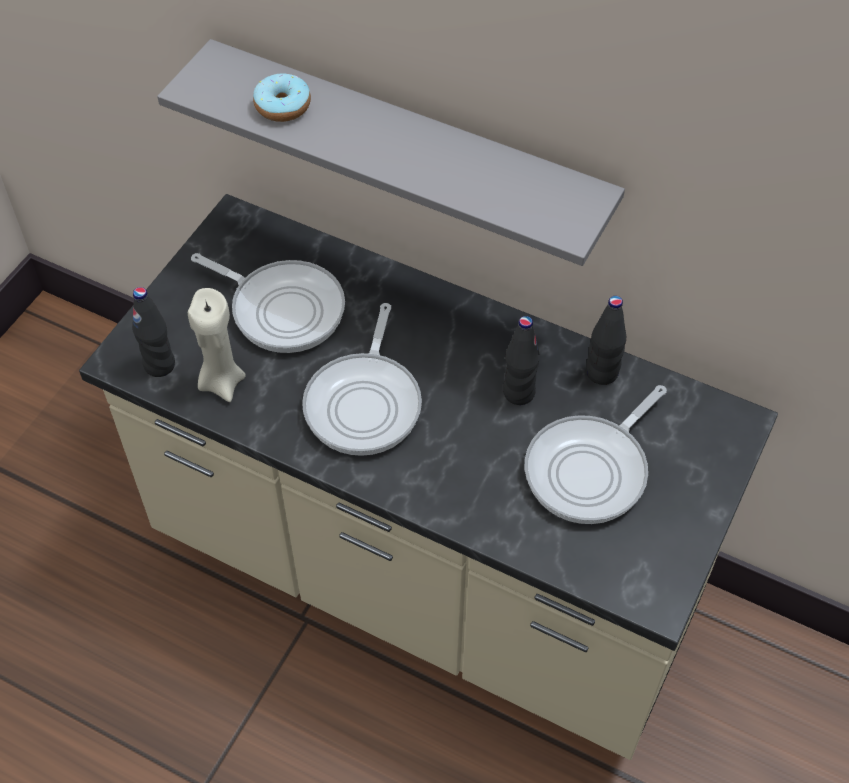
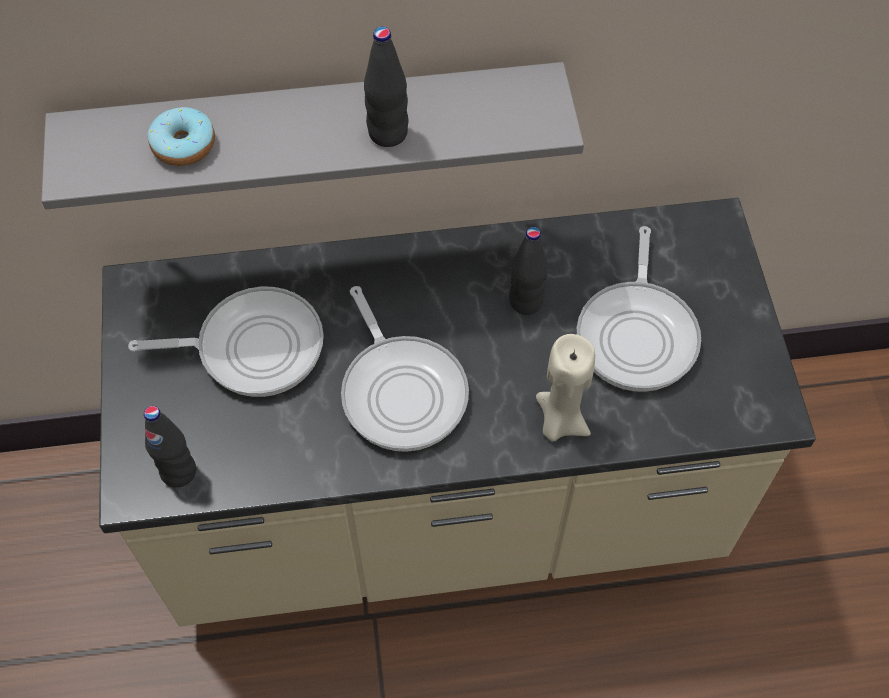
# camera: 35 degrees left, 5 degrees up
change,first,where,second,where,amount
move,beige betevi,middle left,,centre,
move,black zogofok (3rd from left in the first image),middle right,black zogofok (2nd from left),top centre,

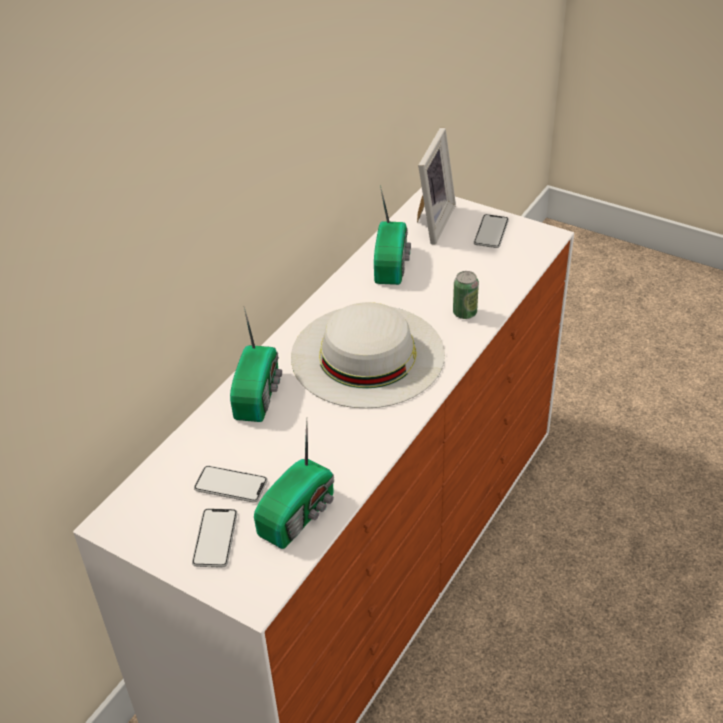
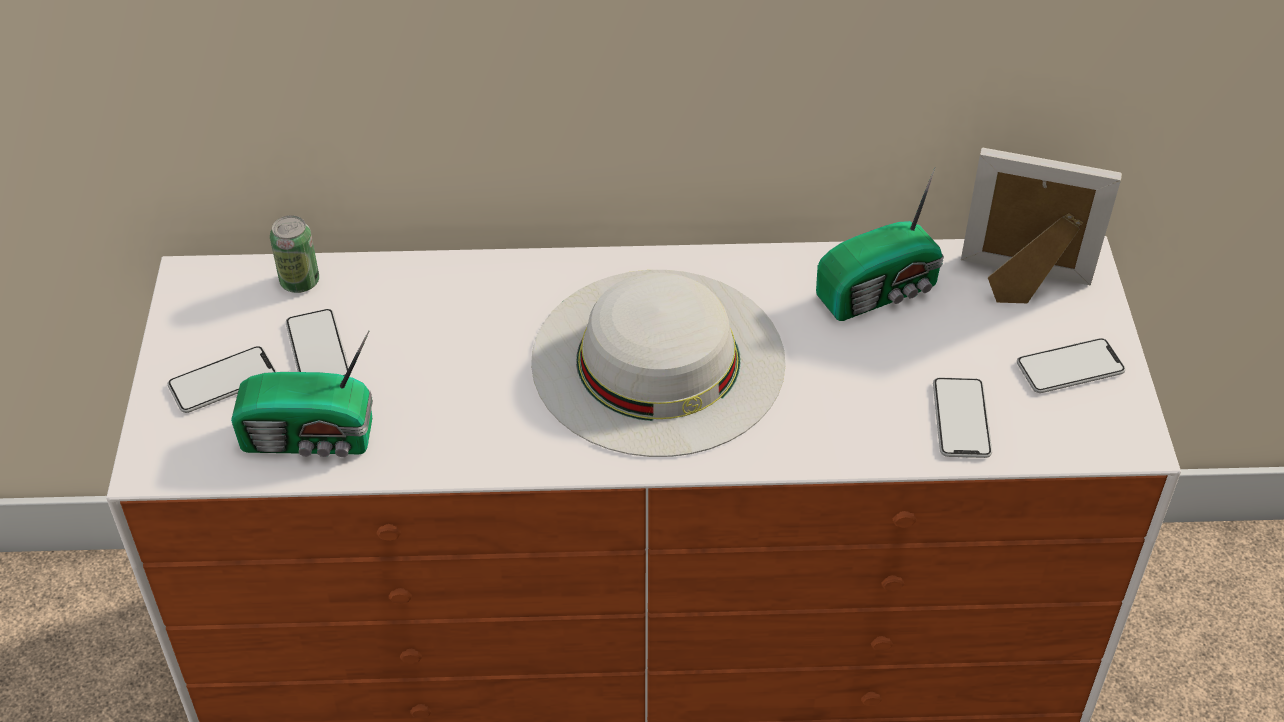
# camera: 55 degrees right, 5 degrees up
change,first,where,second,where,amount
delete,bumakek (1st from left),centre,,,
insert,,,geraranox (3rd from left),middle right,
move,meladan,centre,,middle left,
rotate,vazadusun,top centre,,top right,150 degrees counterclockwise

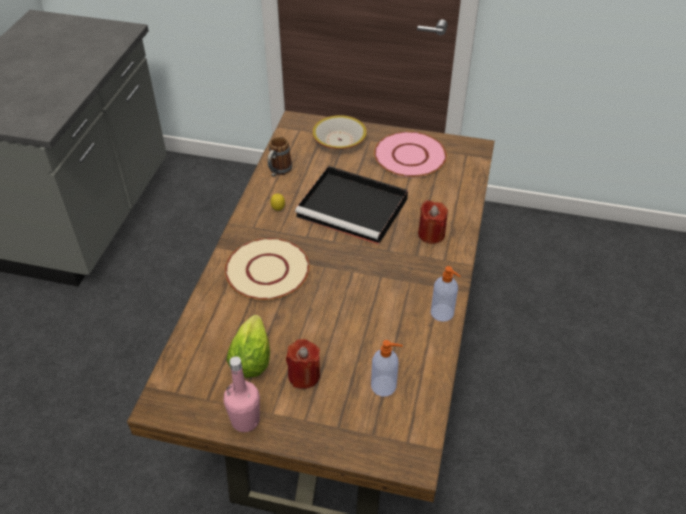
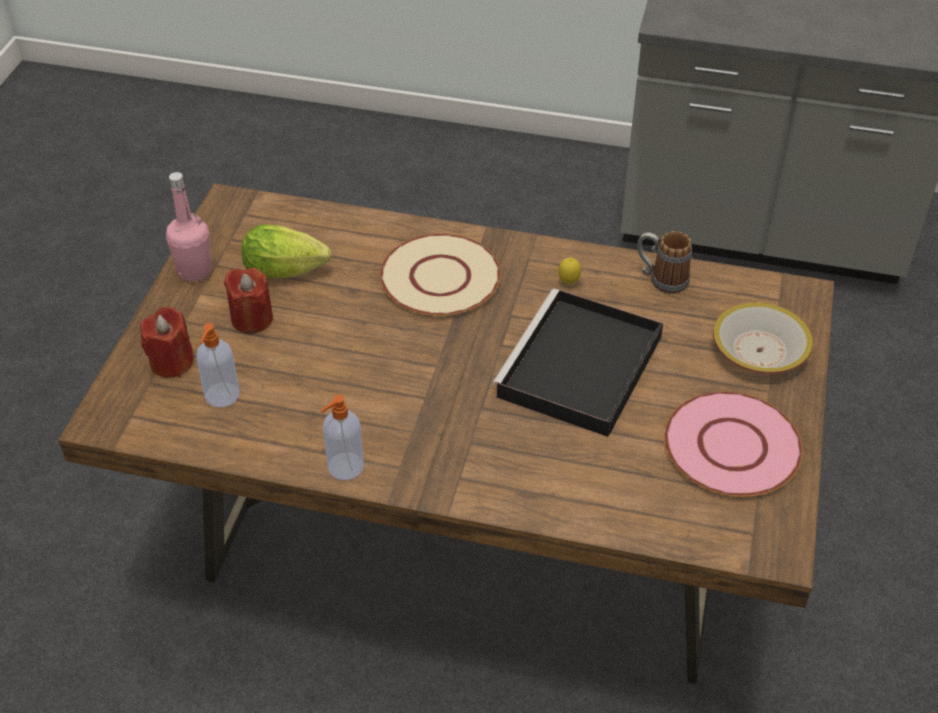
# camera: 90 degrees right, 0 degrees up
change,first,where,second,where,amount
move,red betevi (2nd from left in the first image),centre,red betevi (1st from left),middle left,

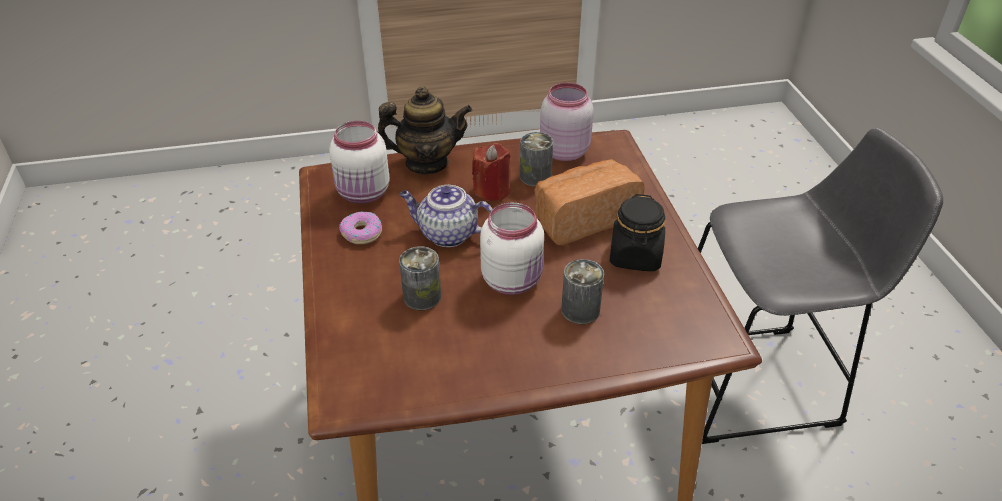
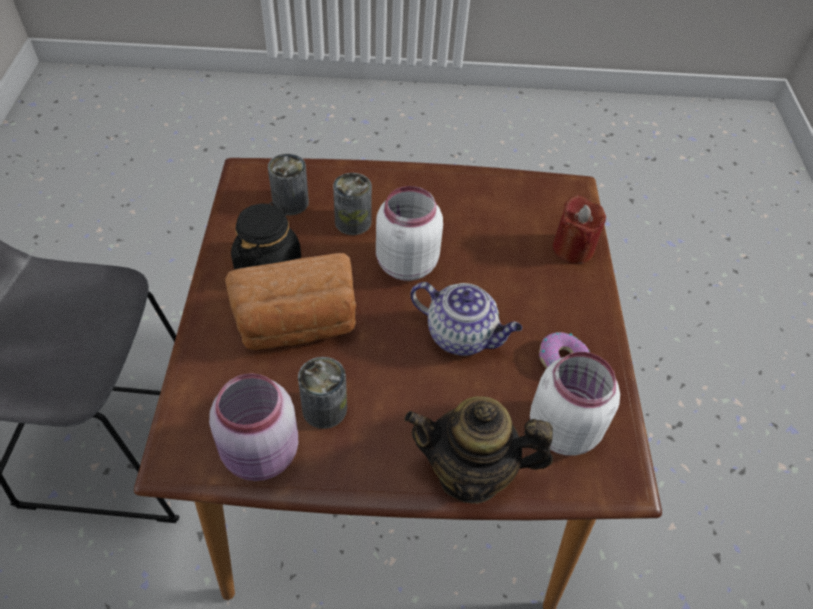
# camera: 170 degrees left, 10 degrees up
change,first,where,second,where,amount
move,meladan (1st from left),centre,,top centre,
move,red betevi,centre,,middle right,

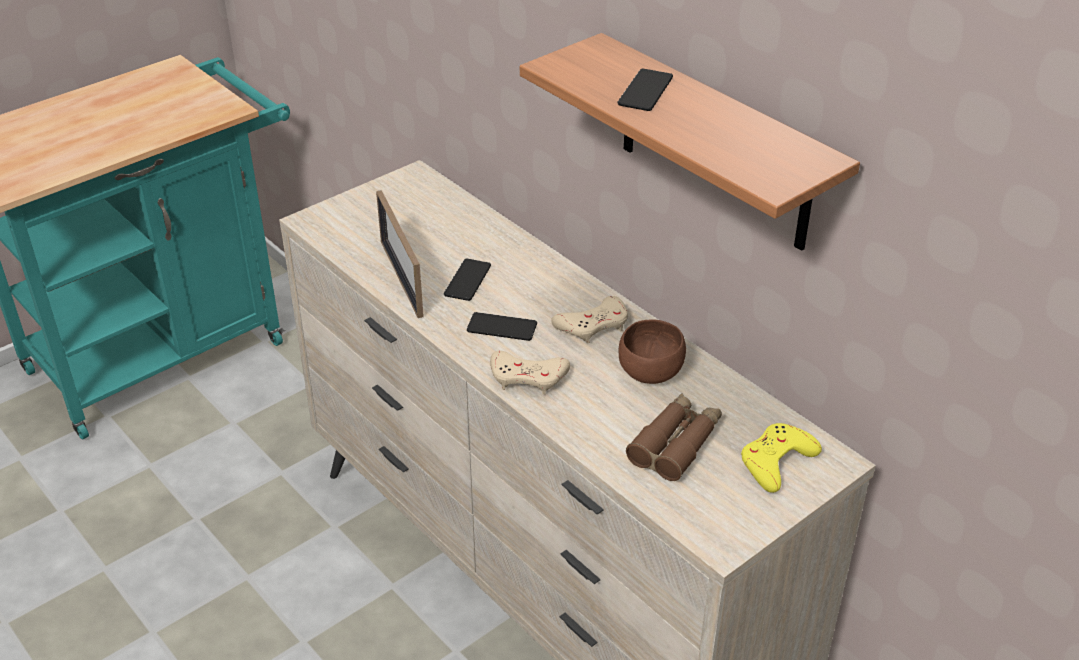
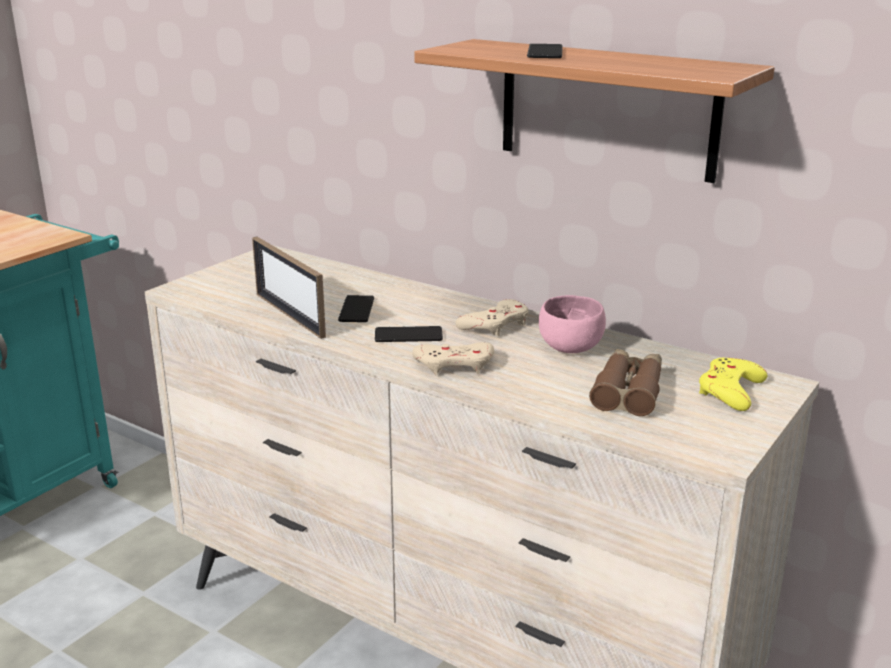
# camera: 15 degrees left, 15 degrees down
change,first,where,second,where,amount
recolor,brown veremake,centre,pink veremake,centre,

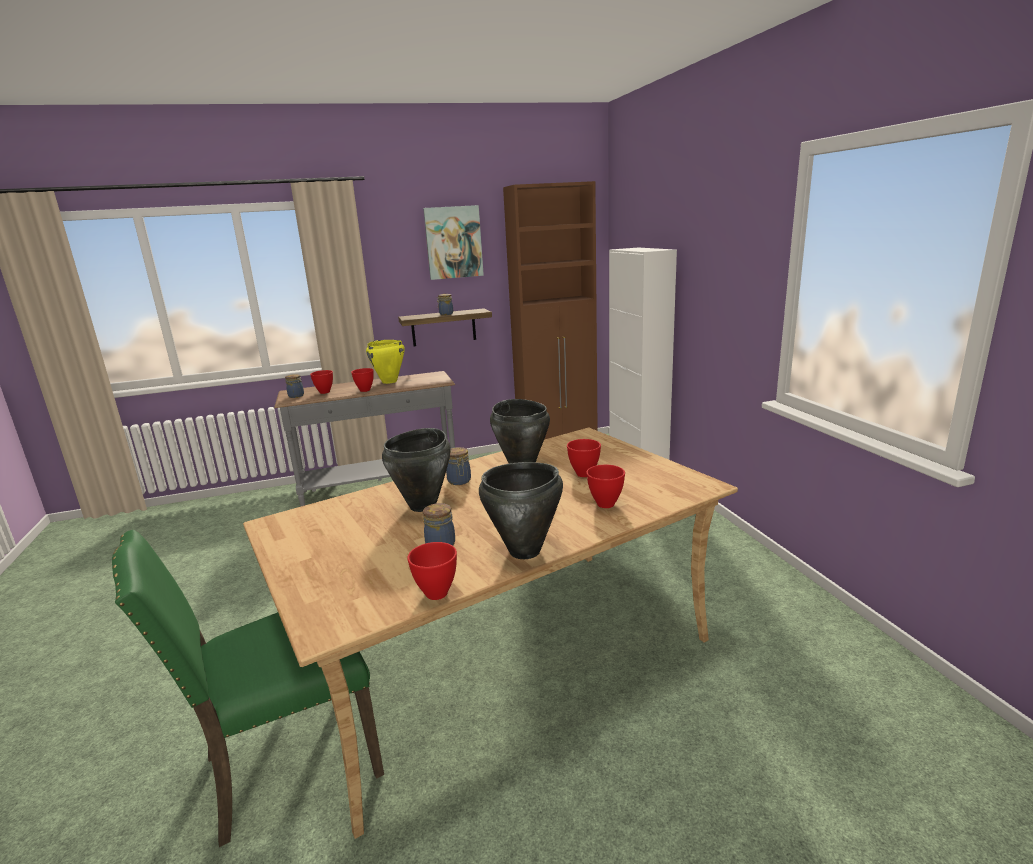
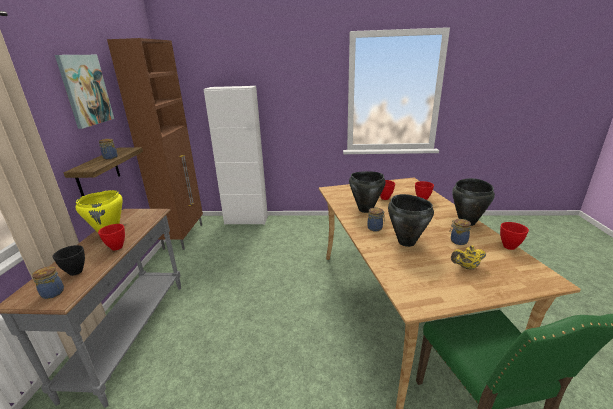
# camera: 70 degrees left, 5 degrees up
change,first,where,second,where,amount
insert,,,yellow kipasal,middle right,
recolor,red veremake (1st from left),middle left,black veremake,middle left,

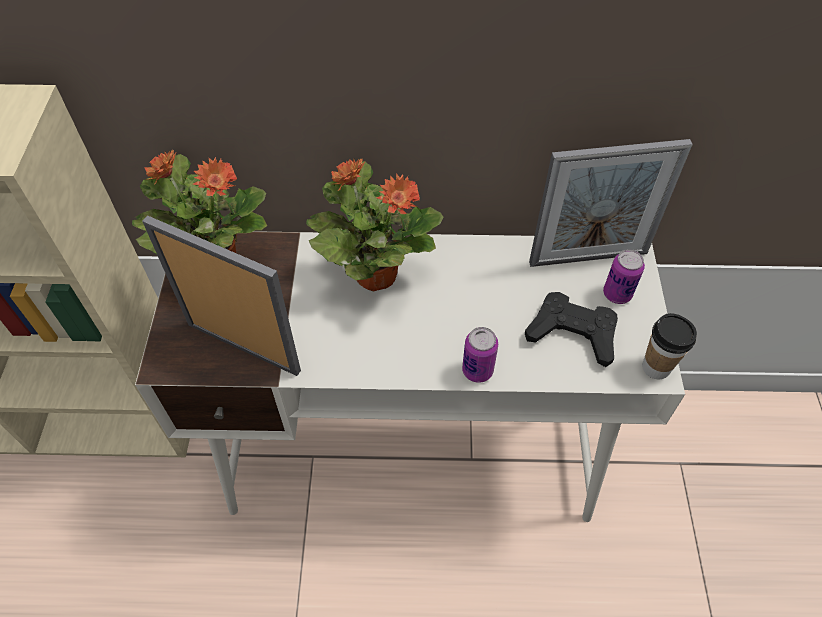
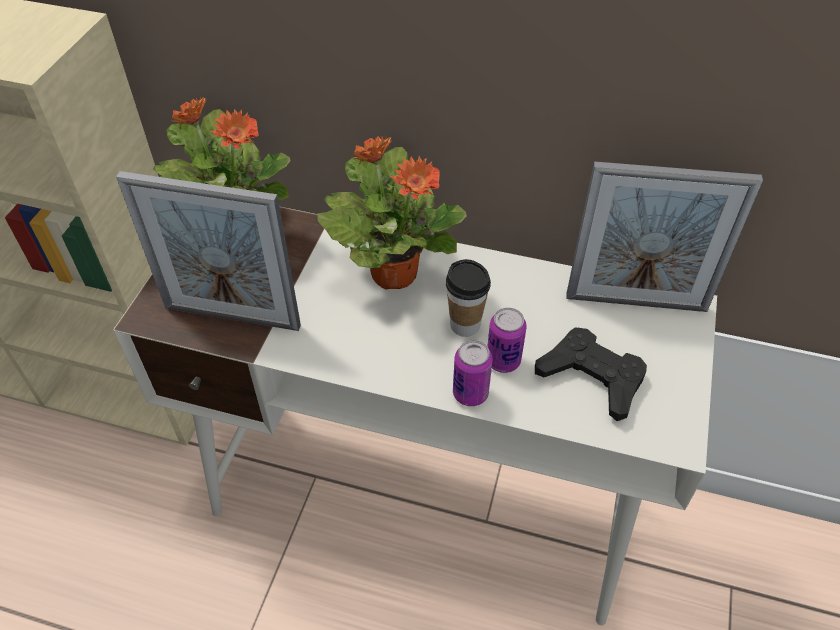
# camera: 15 degrees right, 5 degrees down
change,first,where,second,where,amount
move,meladan (2nd from left),middle right,,centre,
move,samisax,middle right,,centre,
rotate,vazadusun (1st from left),middle left,,middle left,150 degrees clockwise

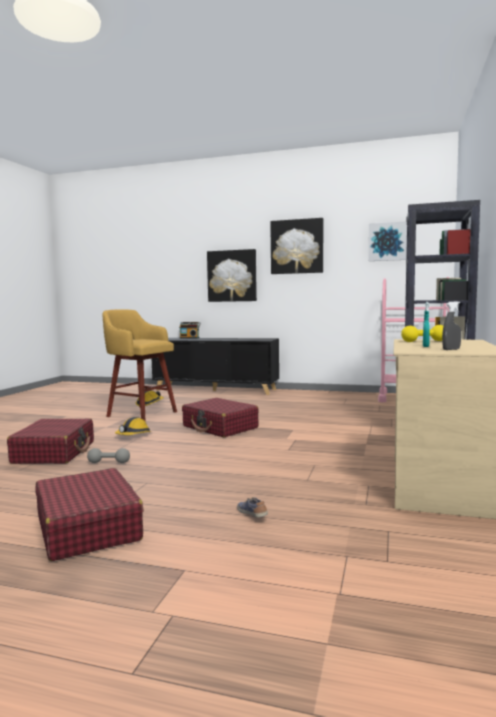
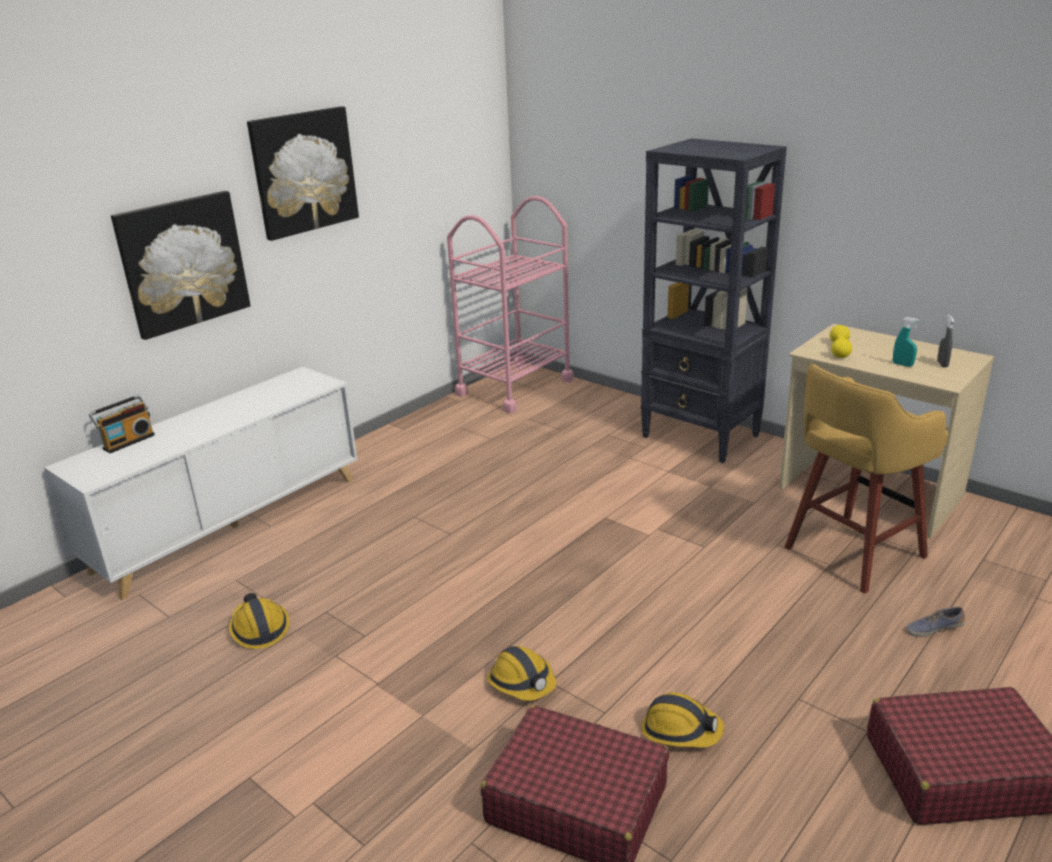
# camera: 65 degrees left, 20 degrees up
change,first,where,second,where,amount
delete,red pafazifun (3rd from left),centre,,,
delete,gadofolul (3rd from left),middle right,,,
move,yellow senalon,middle left,,middle right,
replace,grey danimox,middle left,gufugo (3rd from left),bottom centre,
recolor,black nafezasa,centre,white nafezasa,middle left,

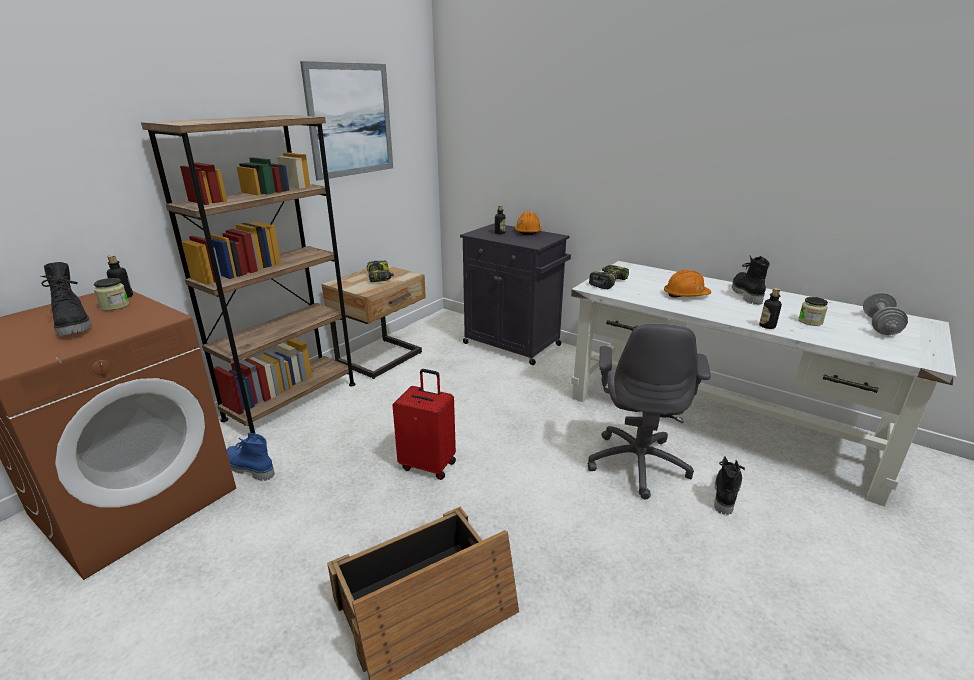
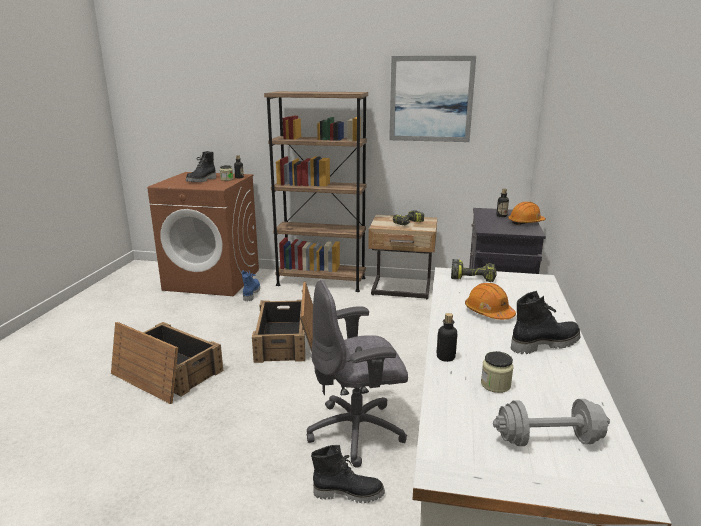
# camera: 65 degrees right, 5 degrees down
change,first,where,second,where,amount
replace,red pafazifun,centre,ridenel (2nd from left),centre,

